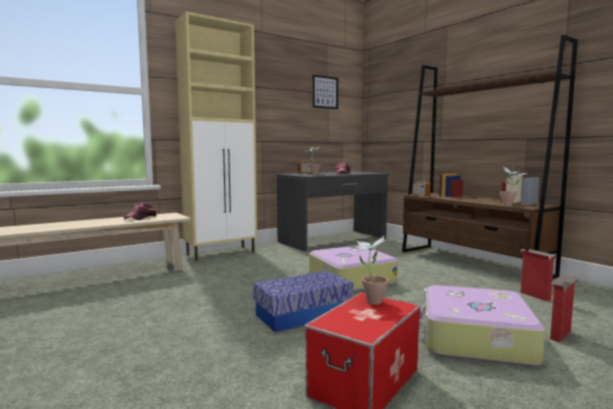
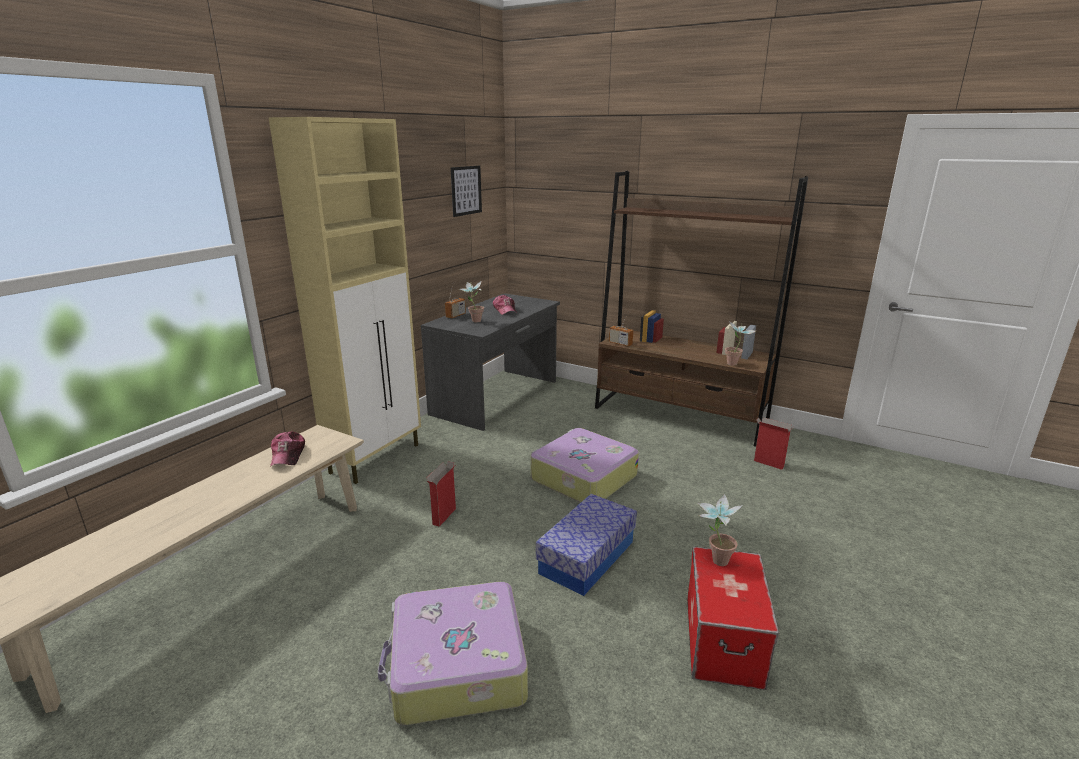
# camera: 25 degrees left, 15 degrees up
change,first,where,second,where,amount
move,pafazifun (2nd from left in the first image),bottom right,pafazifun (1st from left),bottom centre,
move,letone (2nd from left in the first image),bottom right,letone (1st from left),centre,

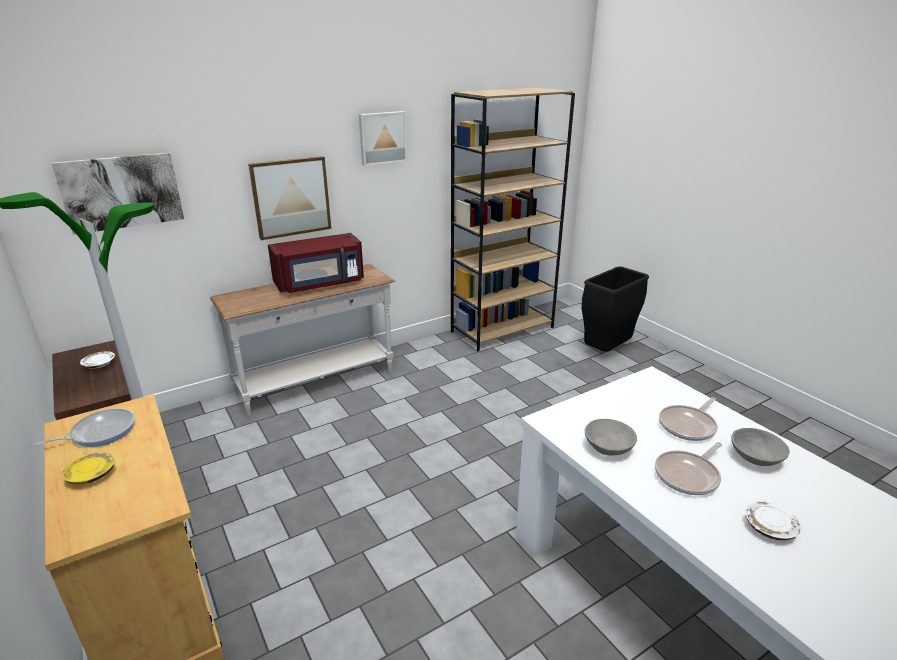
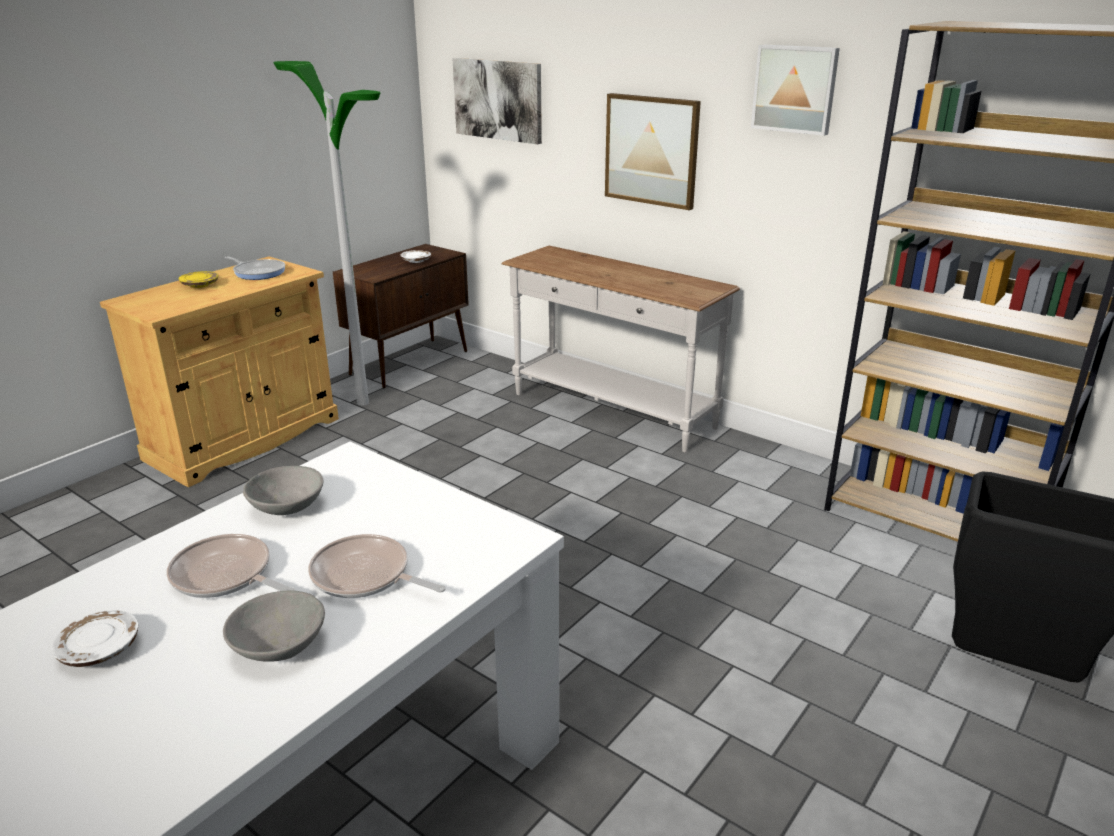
# camera: 70 degrees right, 0 degrees up
change,first,where,second,where,amount
delete,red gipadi,centre,,,

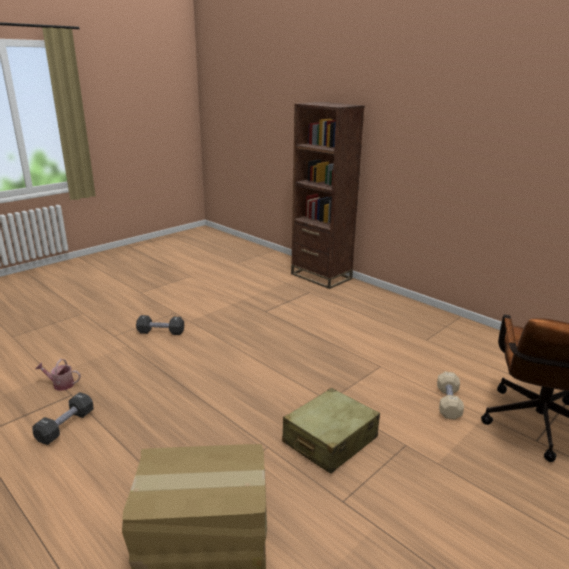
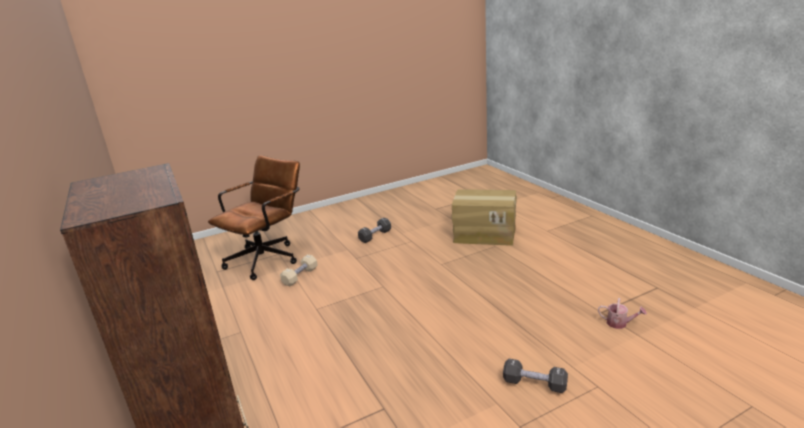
# camera: 160 degrees left, 0 degrees up
change,first,where,second,where,amount
delete,beige pafazifun,bottom centre,,,
move,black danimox (1st from left),bottom left,,centre,

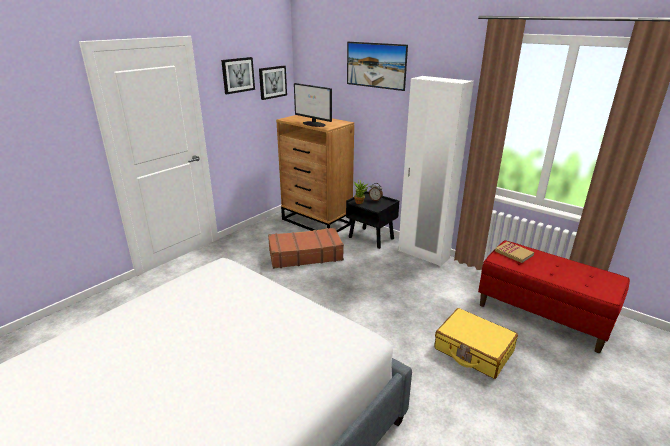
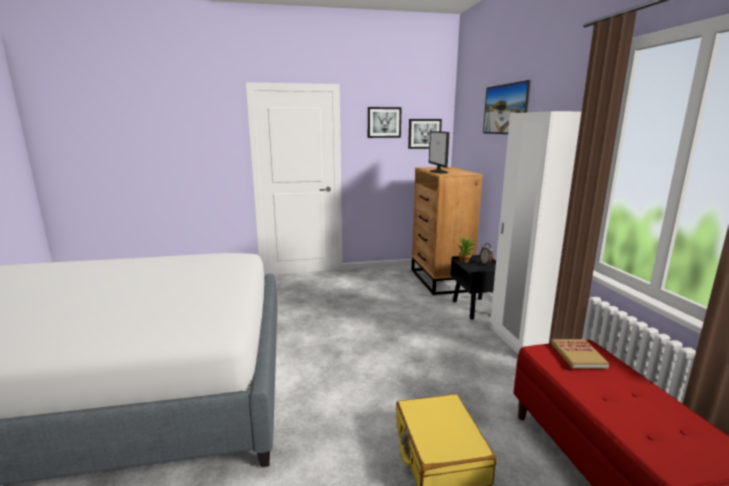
# camera: 40 degrees right, 10 degrees down
change,first,where,second,where,amount
delete,brown pafazifun,centre,,,

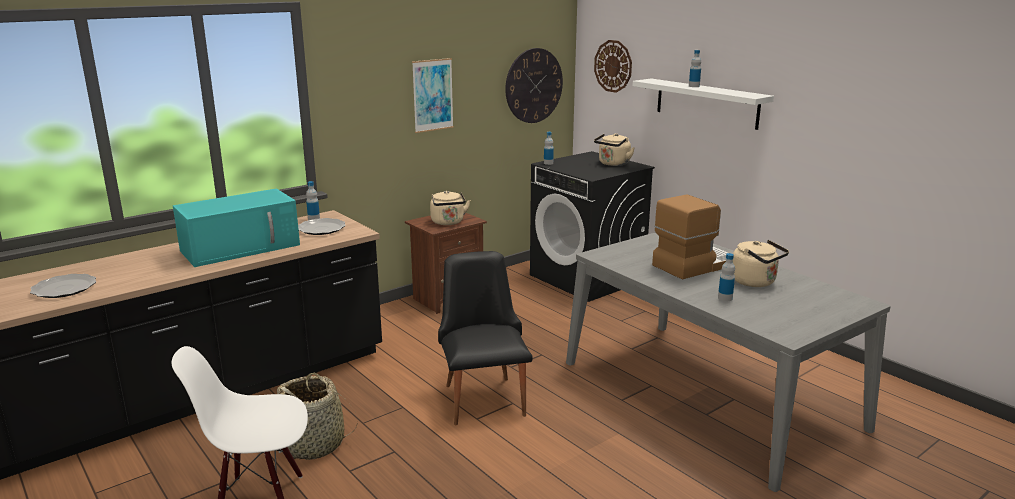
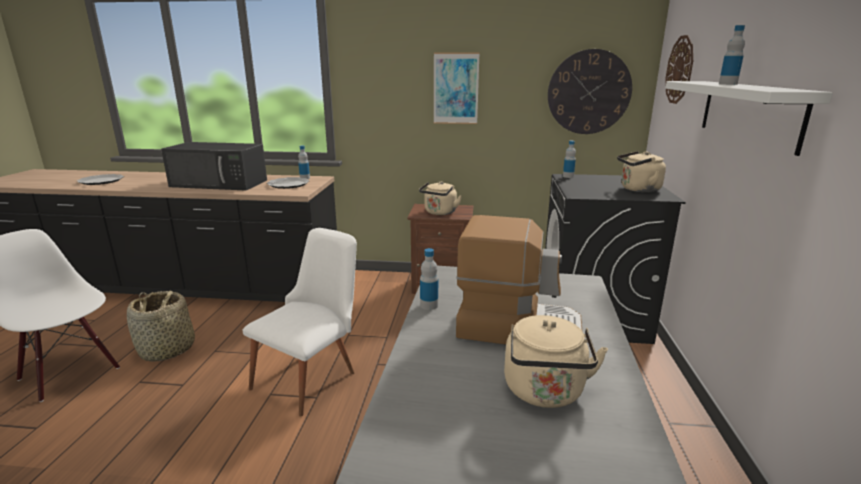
# camera: 45 degrees right, 0 degrees up
change,first,where,second,where,amount
move,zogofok (4th from left in the first image),middle right,zogofok (2nd from left),centre,
recolor,turquoise gipadi,middle left,black gipadi,middle left,
recolor,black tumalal,bottom centre,white tumalal (2nd from left),centre,

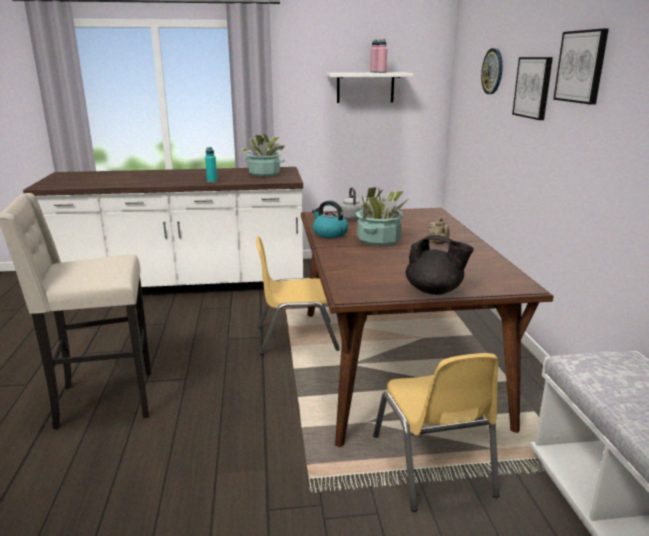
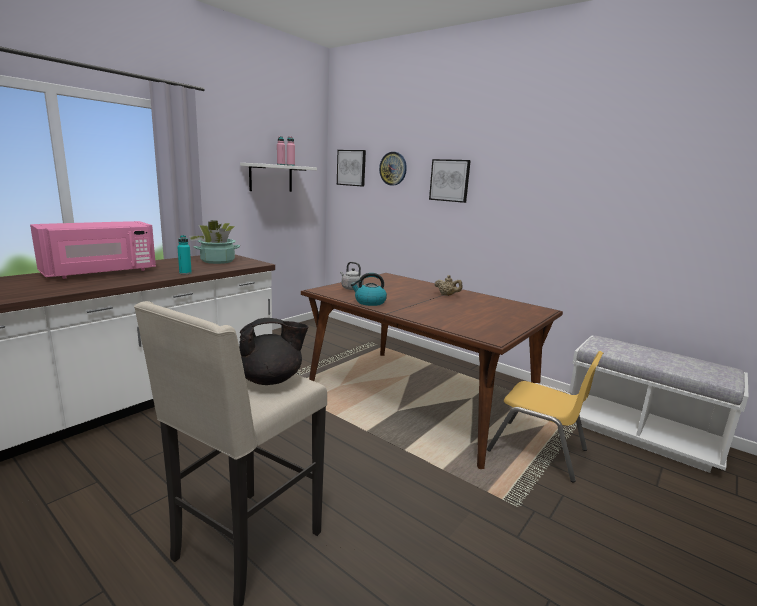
# camera: 45 degrees left, 5 degrees down
change,first,where,second,where,amount
delete,yellow tumalal (1st from left),centre,,,
delete,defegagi (2nd from left),centre,,,
insert,,,pink gipadi,middle left,
move,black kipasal,middle right,,centre,
move,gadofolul (2nd from left in the first image),top right,gadofolul (1st from left),top centre,

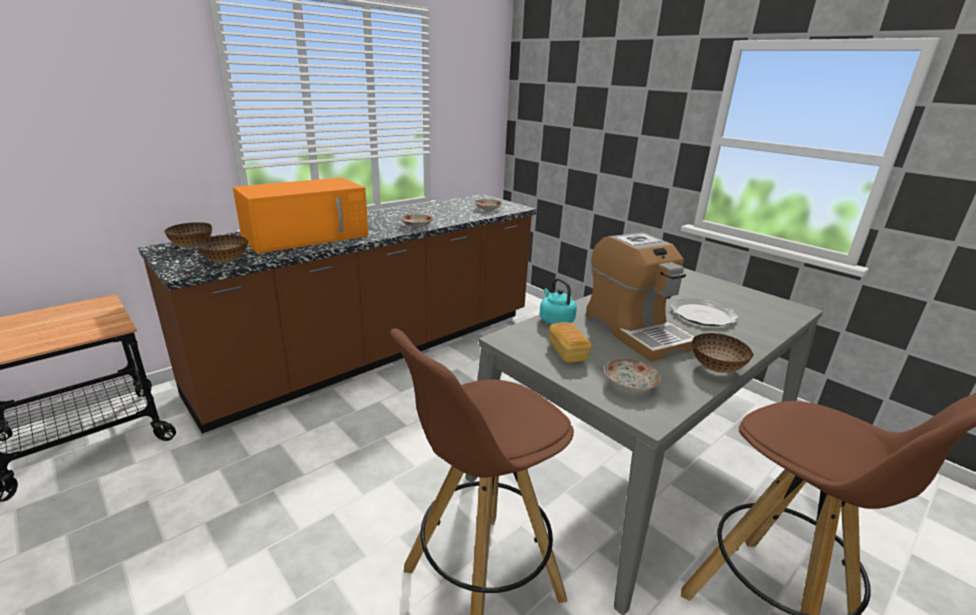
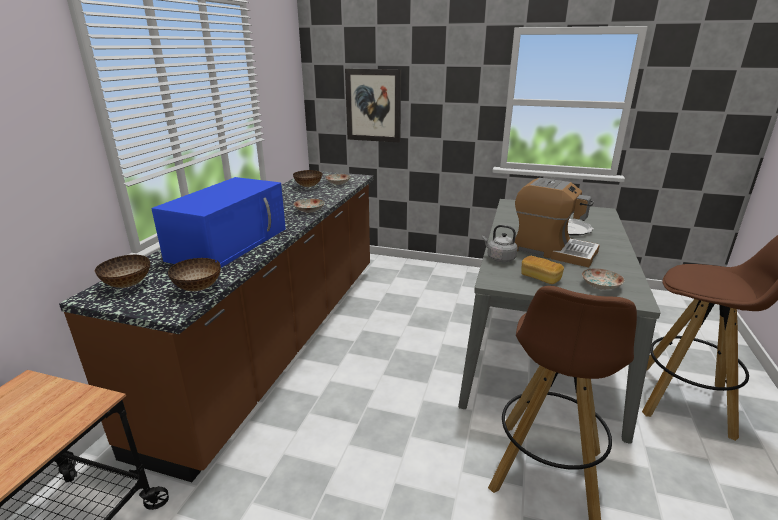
# camera: 30 degrees left, 0 degrees up
change,first,where,second,where,amount
insert,,,gadofolul,top centre,
move,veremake (3rd from left),middle right,,centre,
recolor,orange gipadi,middle left,blue gipadi,middle left,
recolor,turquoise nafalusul,centre,grey nafalusul,centre,

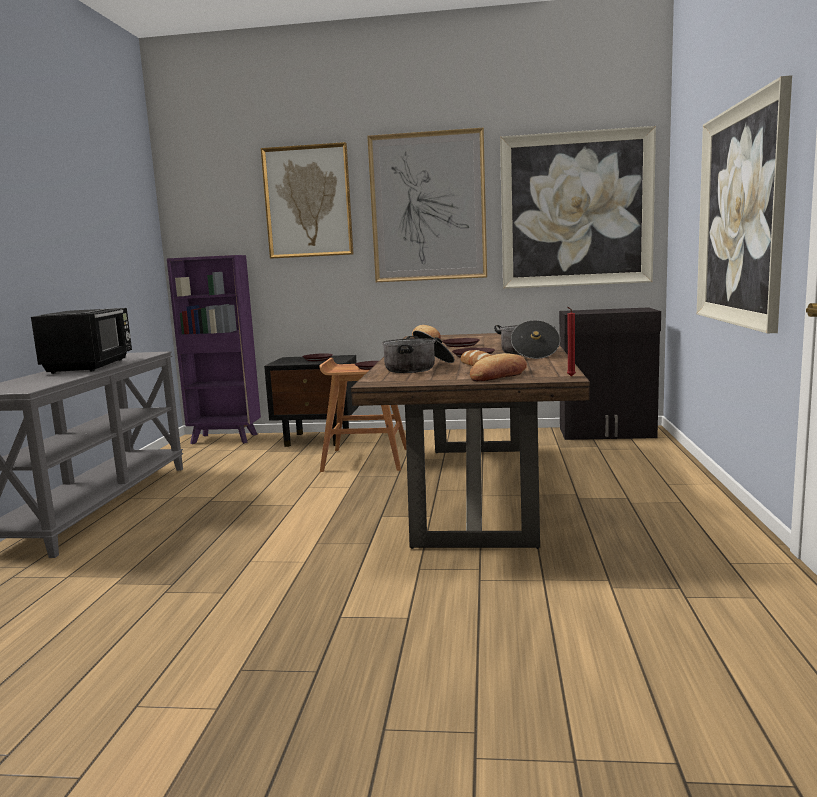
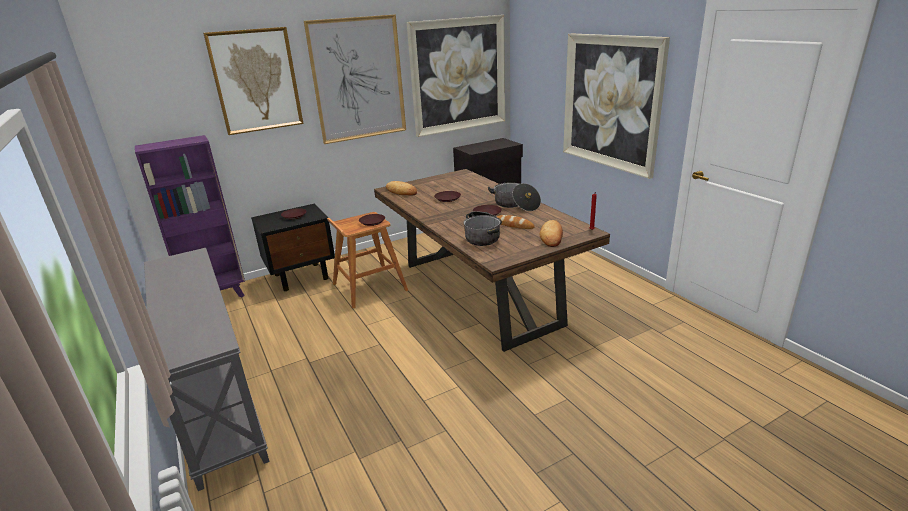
# camera: 35 degrees left, 15 degrees up
change,first,where,second,where,amount
delete,black gipadi,middle left,,,

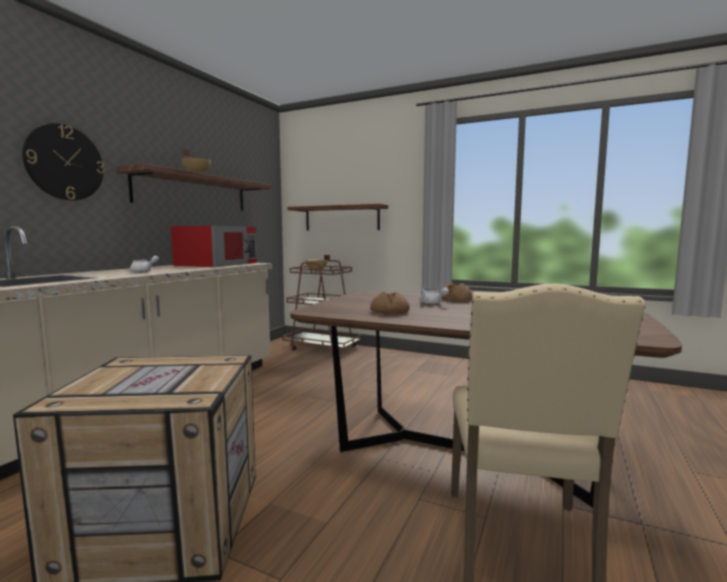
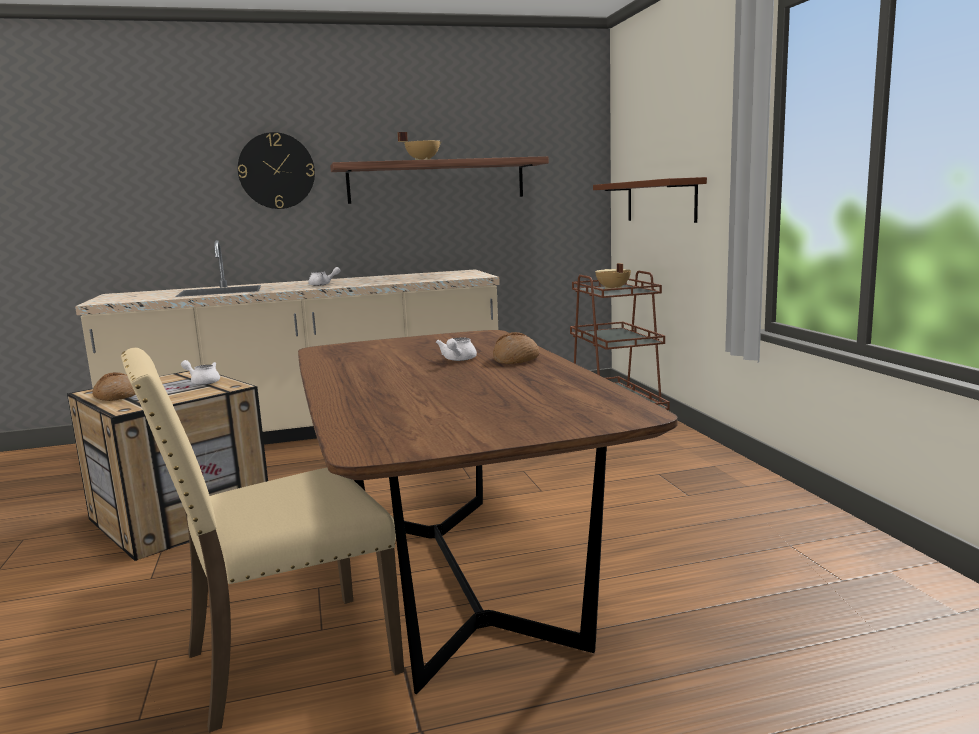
# camera: 50 degrees right, 5 degrees up
change,first,where,second,where,amount
delete,red gipadi,middle left,,,
insert,,,white kipasal (1st from left),middle left,
move,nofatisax (1st from left),centre,,middle left,

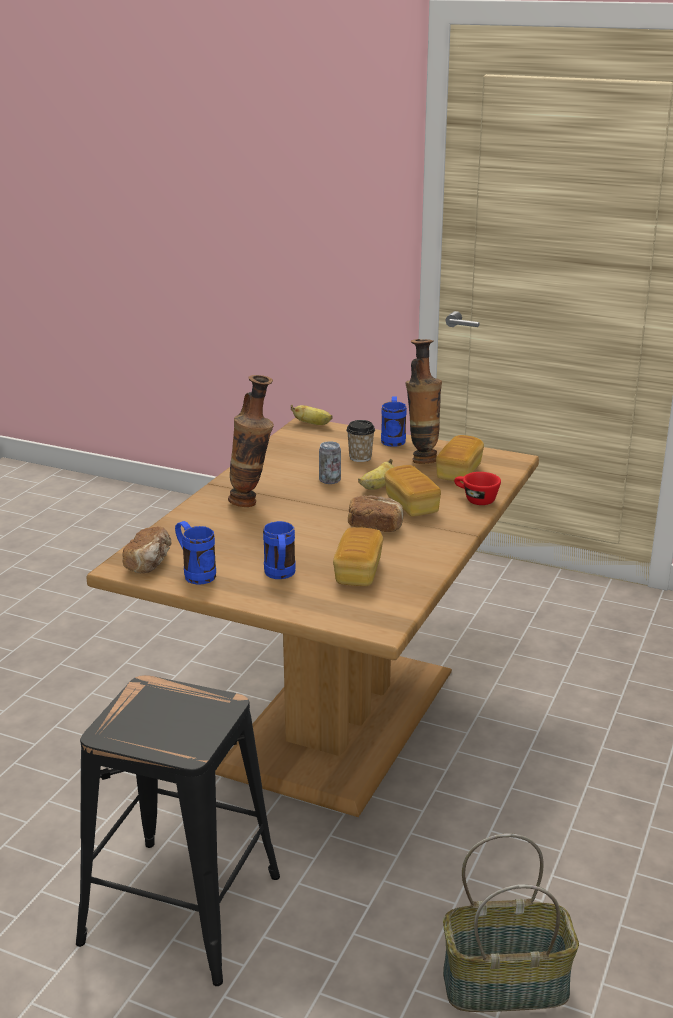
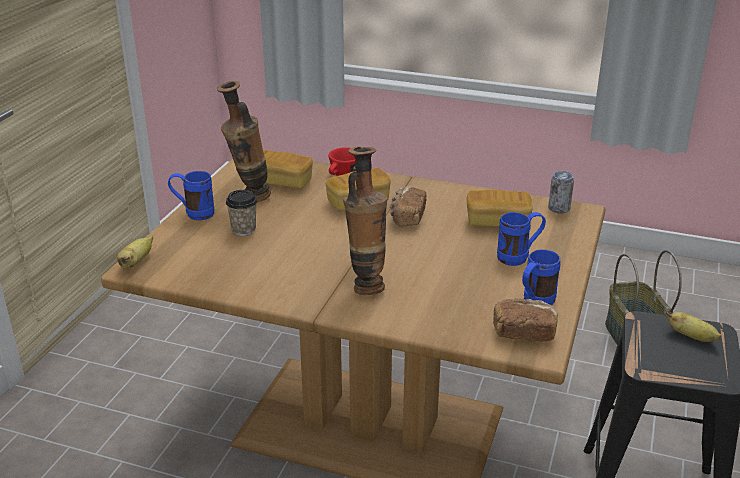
# camera: 95 degrees left, 5 degrees up
change,first,where,second,where,amount
move,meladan,centre,,middle right,
move,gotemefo (2nd from left),centre,,bottom right,

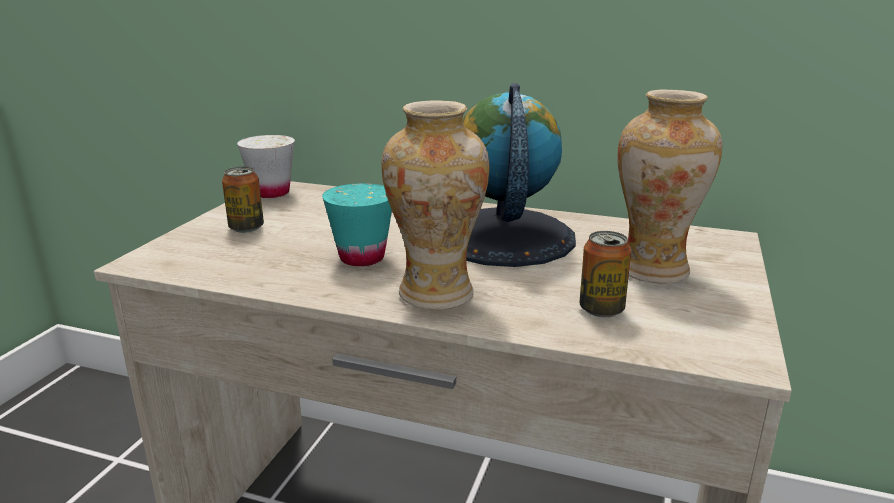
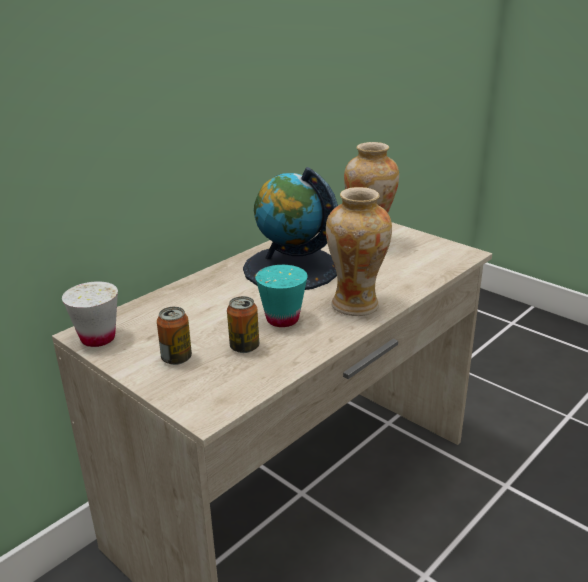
# camera: 65 degrees left, 5 degrees up
change,first,where,second,where,amount
move,meladan (2nd from left),middle right,,centre,

